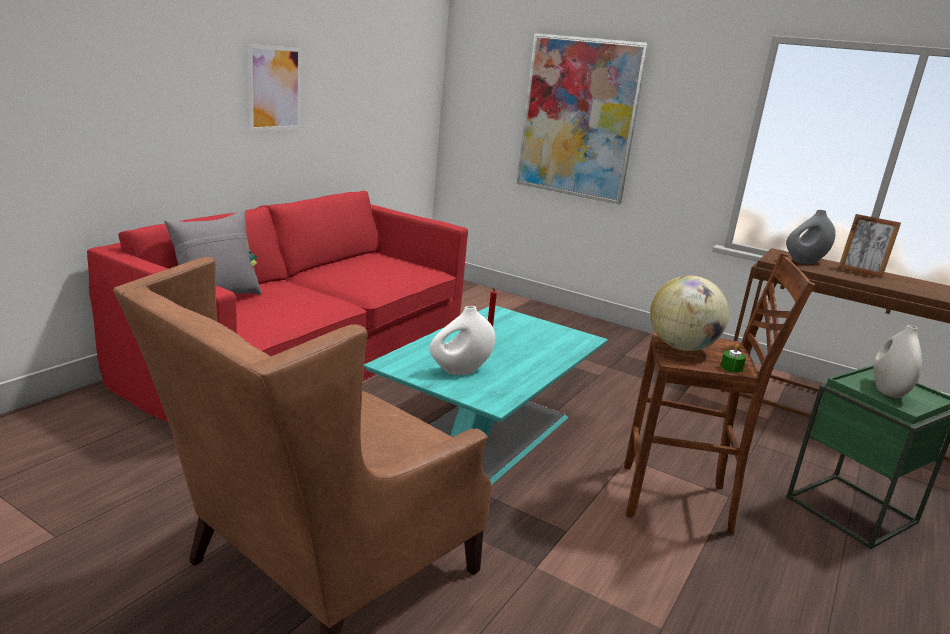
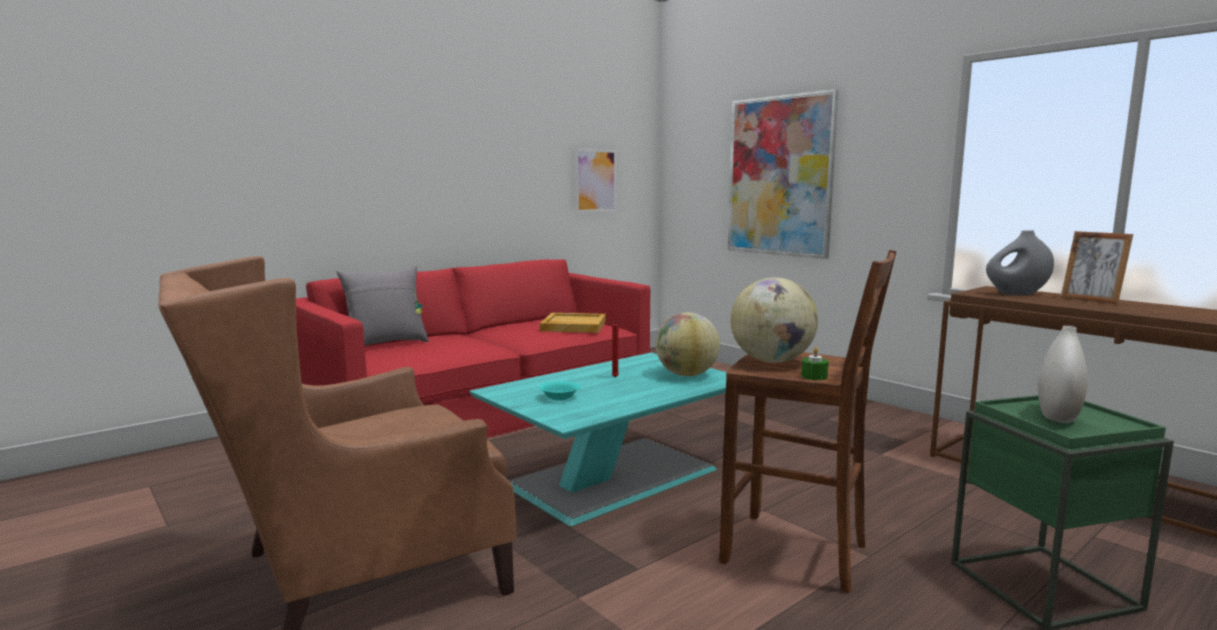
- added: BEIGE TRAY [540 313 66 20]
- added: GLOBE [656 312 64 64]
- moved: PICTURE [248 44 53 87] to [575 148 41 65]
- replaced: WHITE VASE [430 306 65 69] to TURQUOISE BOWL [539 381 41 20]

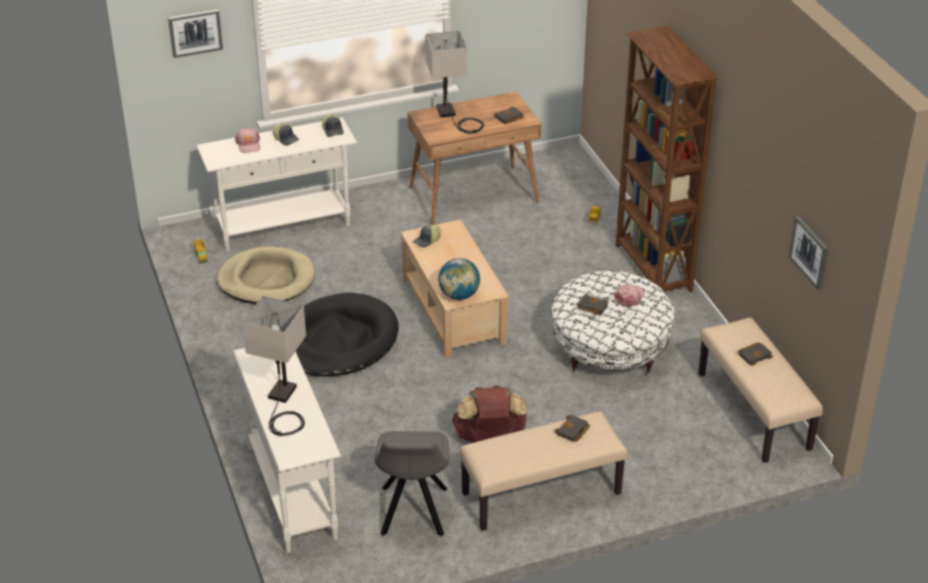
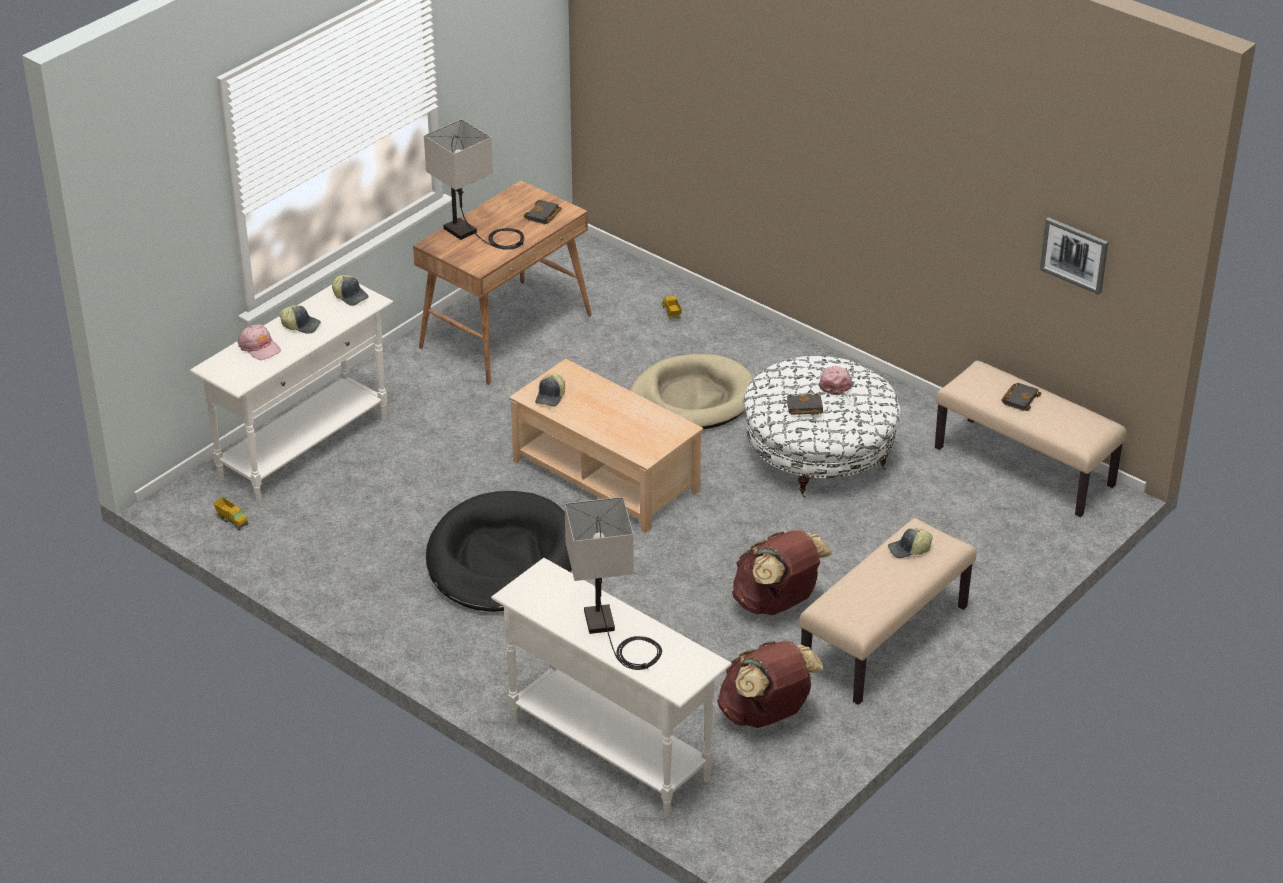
- removed: PICTURE [168 9 55 49]
- removed: GLOBE [438 258 42 42]
- removed: BROWN BOOKCASE [615 25 104 267]
- moved: BEIGE DOG BED [217 246 98 58] to [630 354 123 76]
- replaced: GREY CHAIR [374 431 76 106] to BROWN BACKPACK [717 641 106 87]
- replaced: BLACK BOOK [555 415 35 27] to CAP [888 528 45 30]

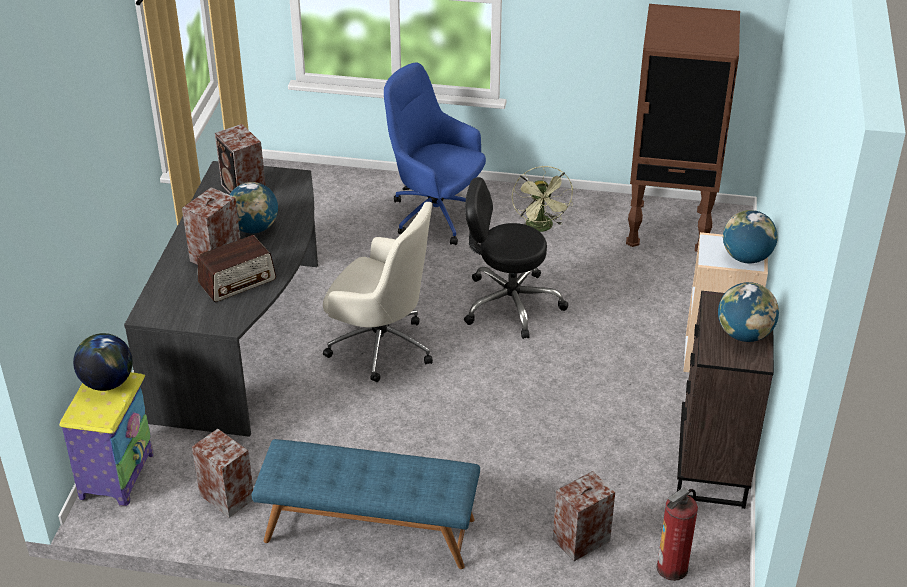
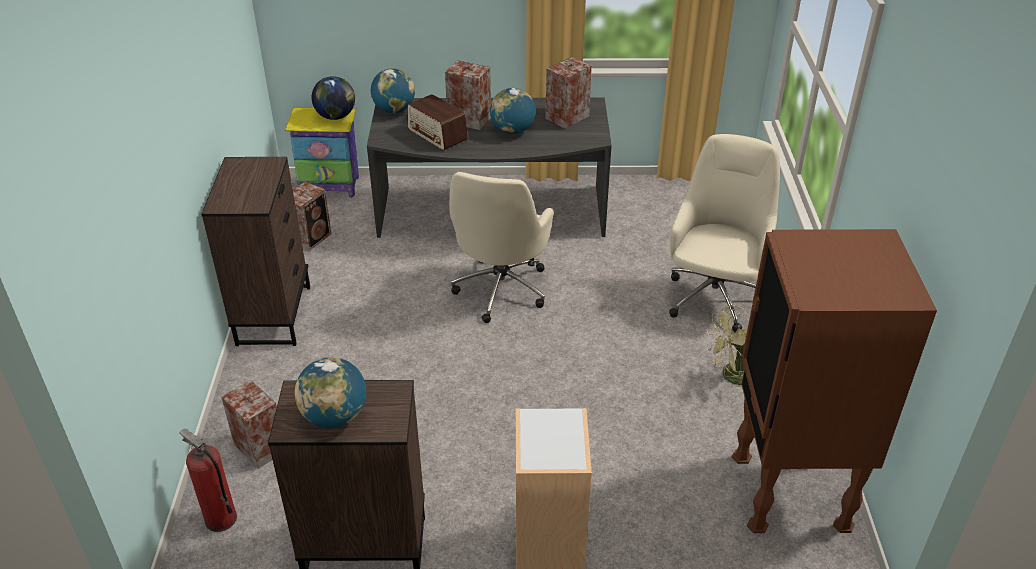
- removed: BLACK OFFICE CHAIR [464 177 104 162]
- moved: GLOBE [723 210 55 54] to [371 68 44 45]
- replaced: BLUE BENCH [252 439 228 130] to BROWN DRESSER [201 157 109 189]
- recoloured: BLUE OFFICE CHAIR [384 63 102 182] to BEIGE OFFICE CHAIR [669 134 111 198]

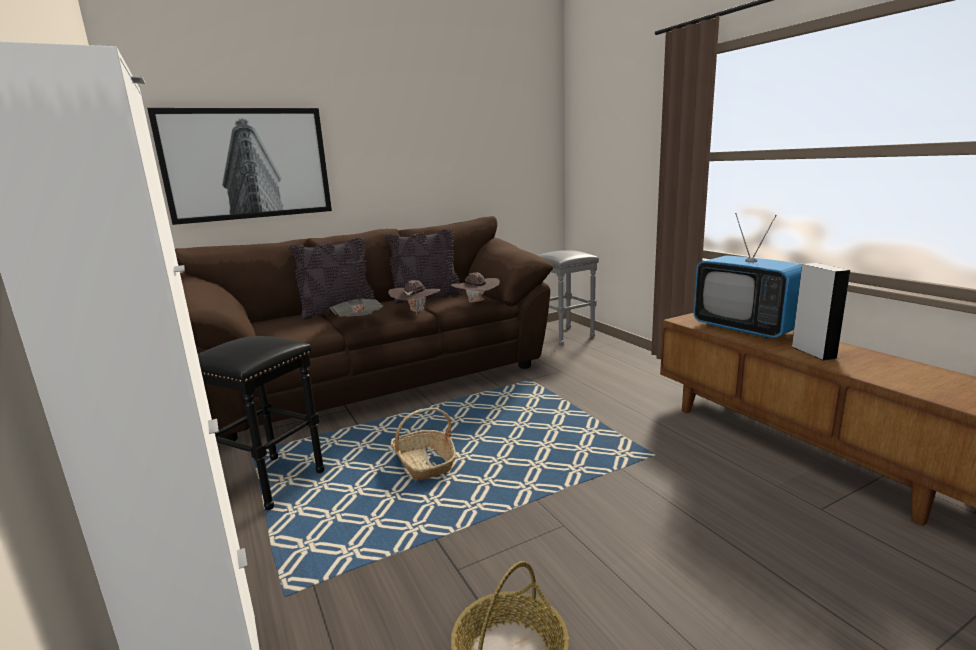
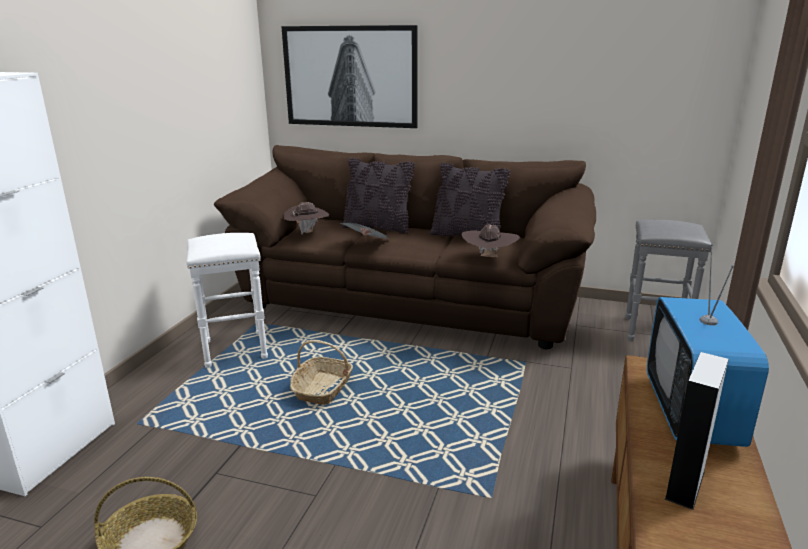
- moved: BROWN HAT [388 280 52 34] to [283 202 46 32]
- recoloured: BLACK STOOL [198 336 126 174] to WHITE STOOL [186 233 82 135]

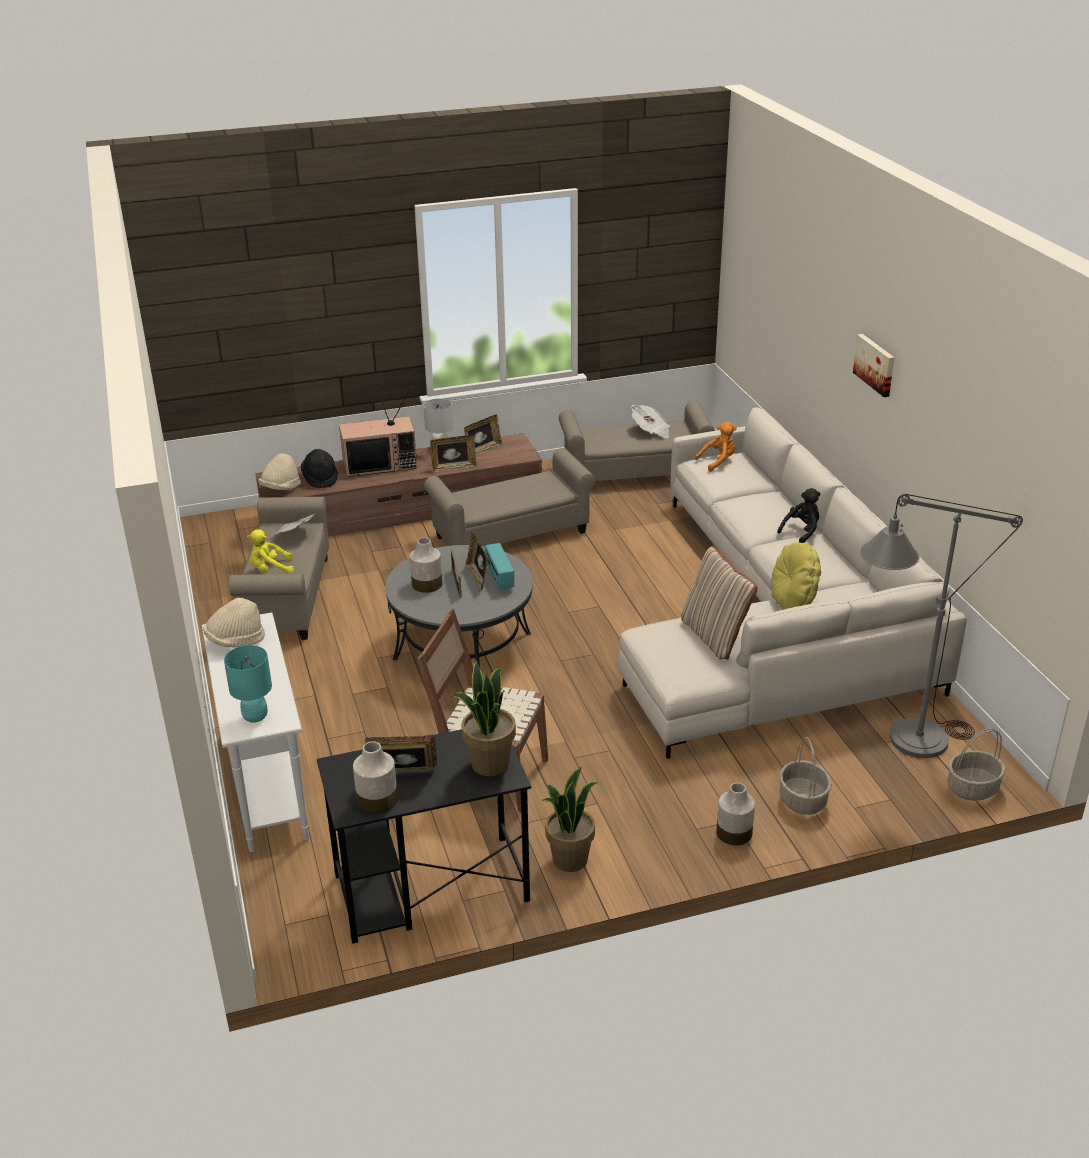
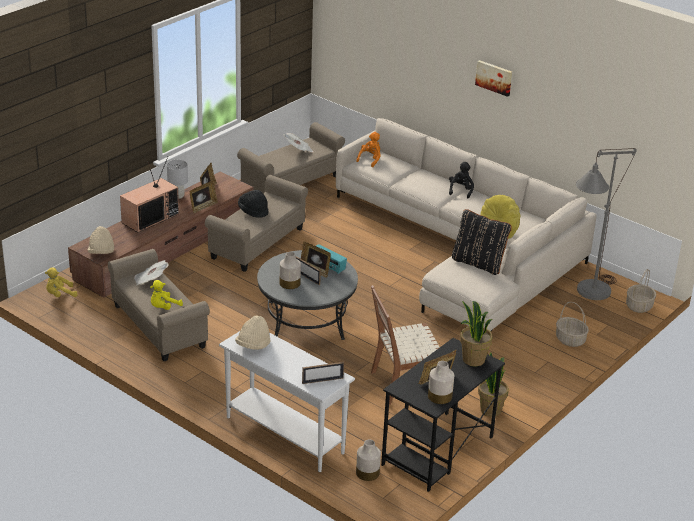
- added: YELLOW PLUSH TOY [45 267 33 30]
- moved: BLACK HAT [301 449 37 39] to [238 190 30 28]
- moved: BEIGE VASE [716 783 39 62] to [356 439 25 42]
- replaced: TURQUOISE TABLE LAMP [224 645 48 78] to PICTURE FRAME [302 362 42 22]
- recoloured: BEIGE PILLOW [681 546 76 114] to BLACK PILLOW [452 209 60 66]

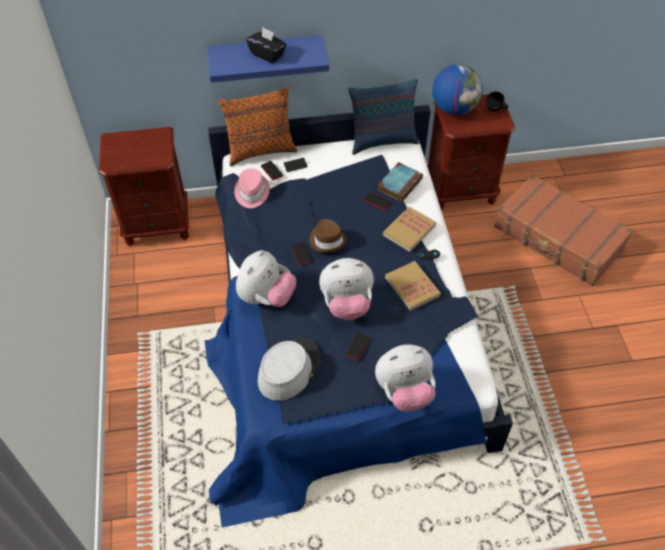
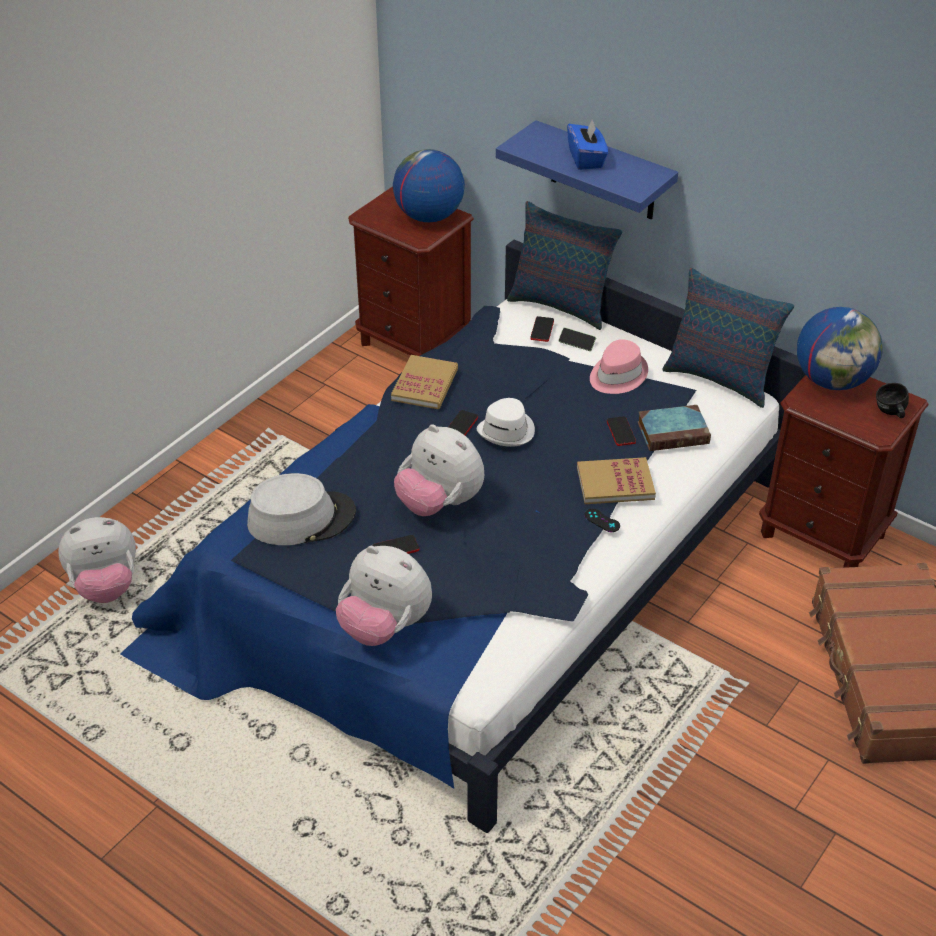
- added: GLOBE [393 149 72 73]
- moved: PINK HAT [234 169 36 39] to [590 339 58 55]
- moved: PLUSH TOY [236 250 60 57] to [58 517 78 86]
- moved: BOOK [385 261 56 50] to [391 355 67 54]
- recoloured: ORANGE PILLOW [218 87 79 79] to BLUE PILLOW [507 201 115 129]
- recoloured: BLACK TISSUE BOX [246 27 40 36] to BLUE TISSUE BOX [567 118 41 52]
- recoloured: BROWN HAT [309 219 38 34] to WHITE HAT [477 398 58 49]

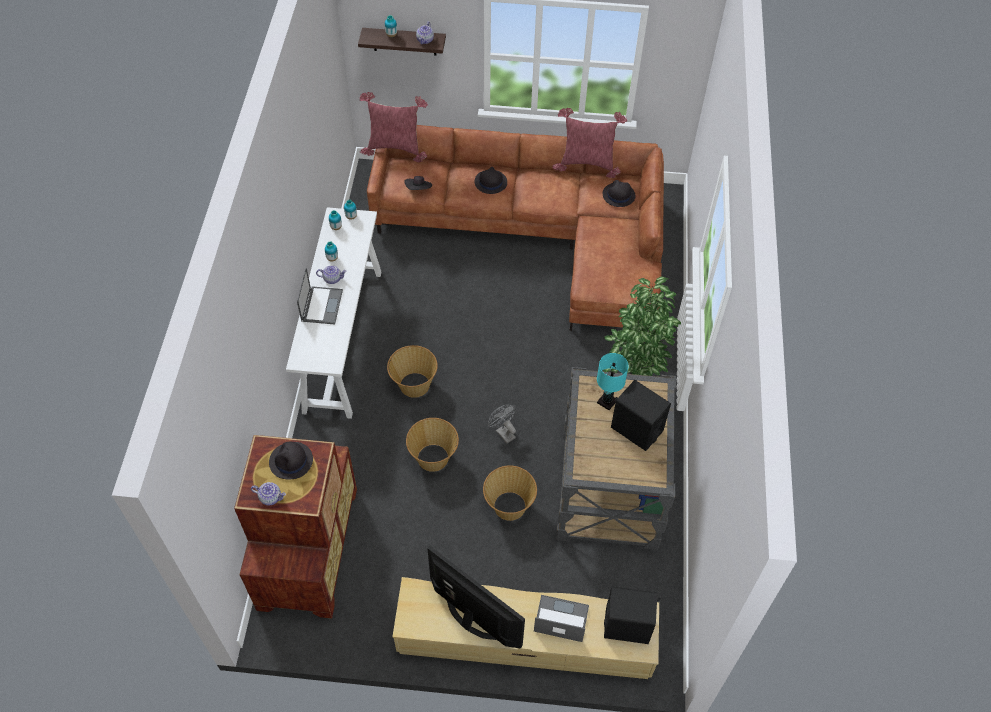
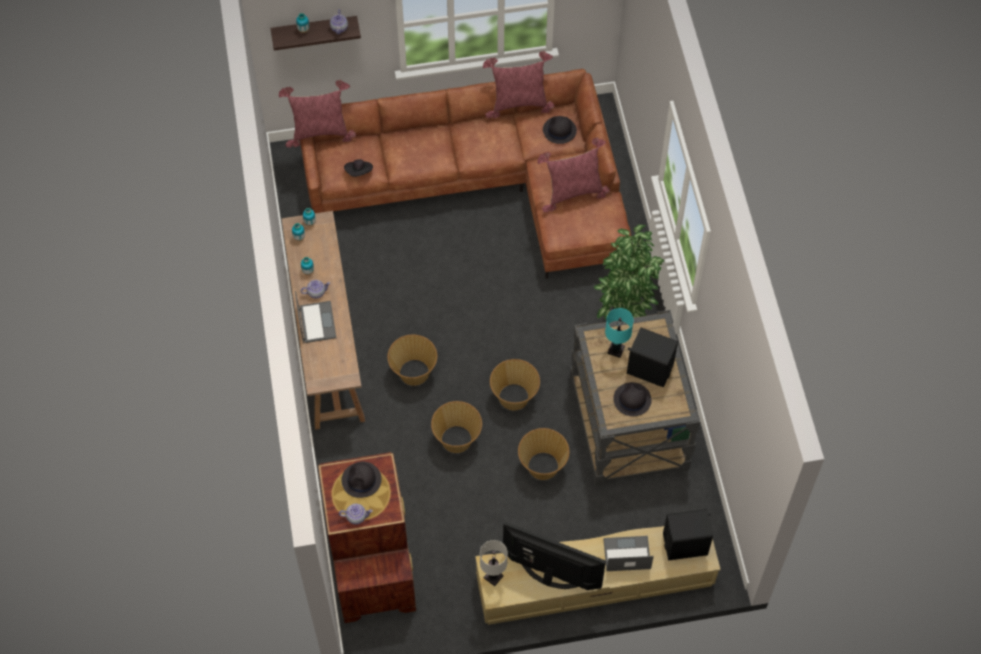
- added: WHITE TABLE LAMP [480 540 28 46]
- added: RED PILLOW [537 138 73 75]
- moved: BLACK HAT [475 167 32 27] to [614 382 37 34]
- replaced: GREY FAN [488 405 28 38] to BASKET [490 359 50 51]
- recoloured: WHITE CONSOLE TABLE [286 207 96 212] to BROWN CONSOLE TABLE [282 211 83 219]

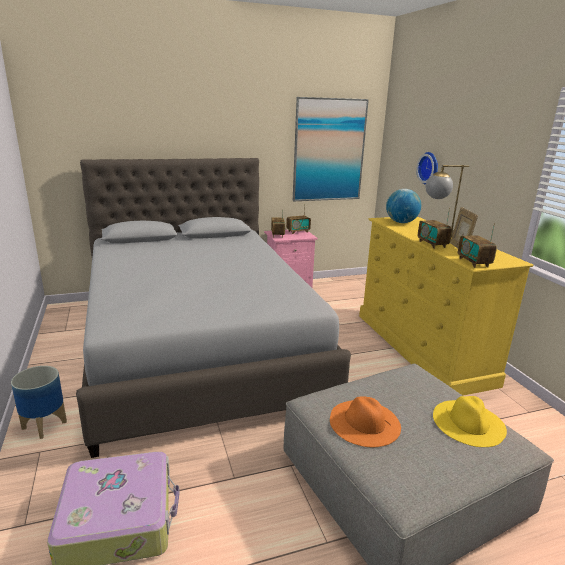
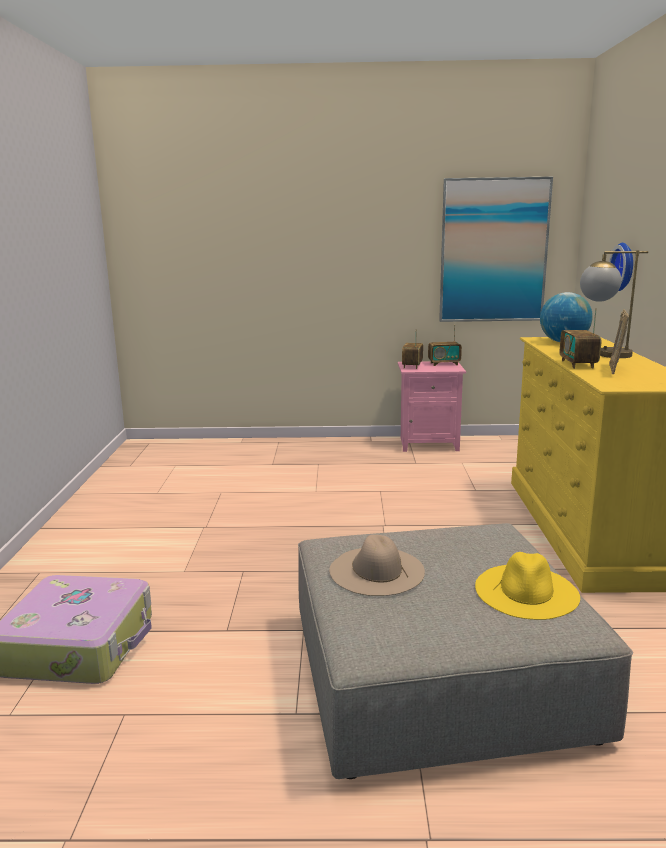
- removed: PLANTER [11 366 56 73]
- removed: GREY BED [76 158 275 300]
- removed: RADIO [458 223 39 45]
- recoloured: ORANGE HAT [330 396 71 51] to BEIGE HAT [329 535 96 61]

